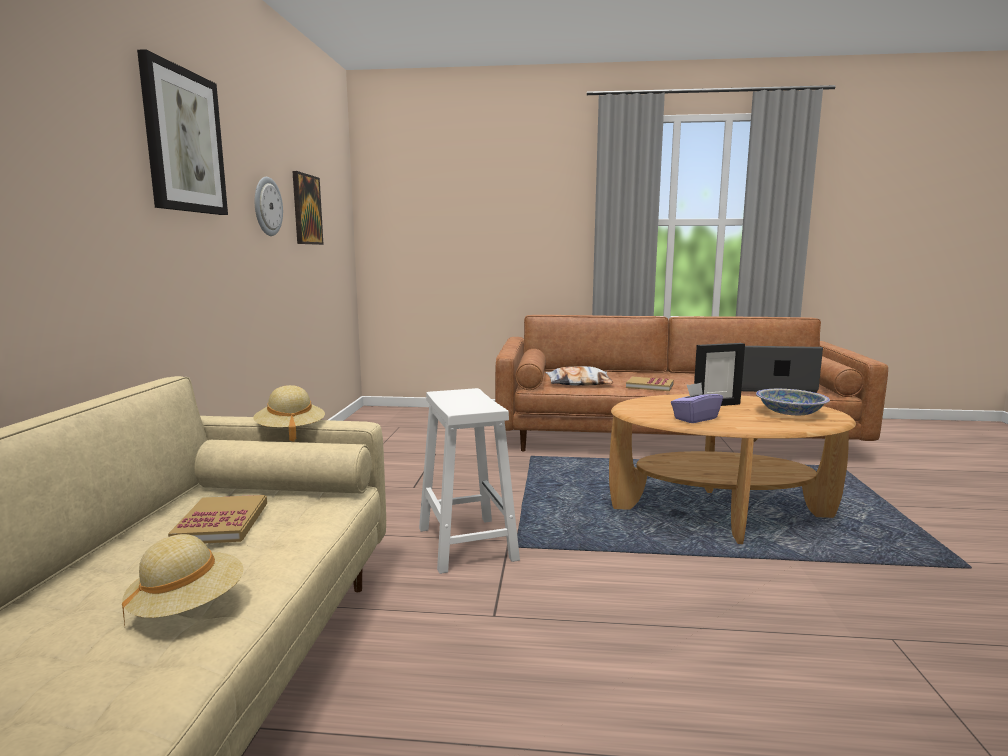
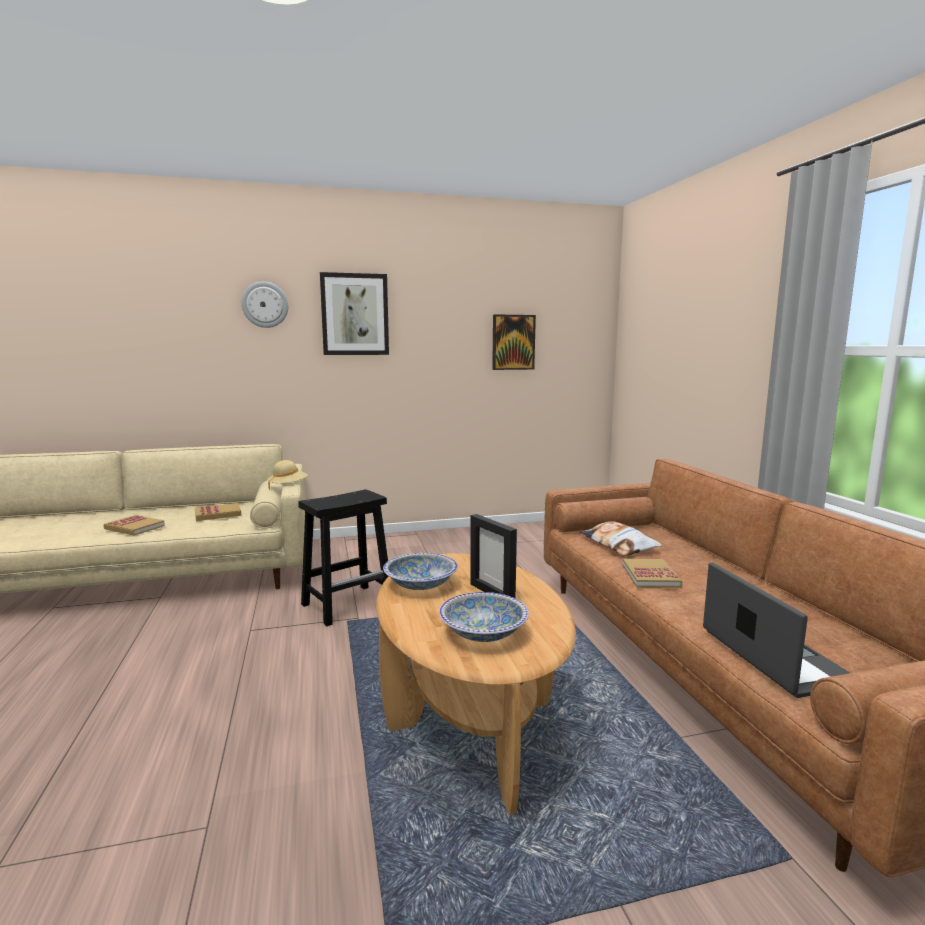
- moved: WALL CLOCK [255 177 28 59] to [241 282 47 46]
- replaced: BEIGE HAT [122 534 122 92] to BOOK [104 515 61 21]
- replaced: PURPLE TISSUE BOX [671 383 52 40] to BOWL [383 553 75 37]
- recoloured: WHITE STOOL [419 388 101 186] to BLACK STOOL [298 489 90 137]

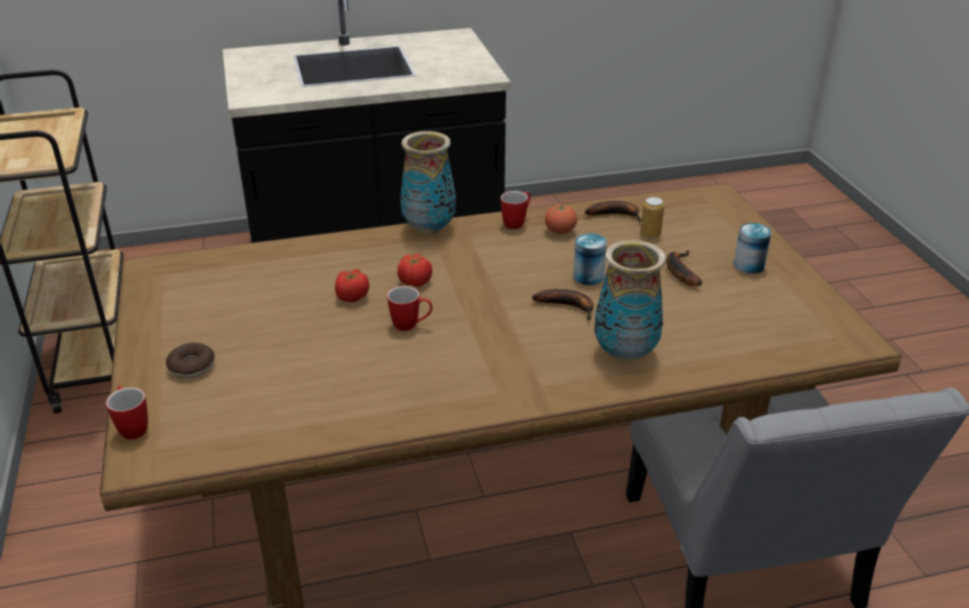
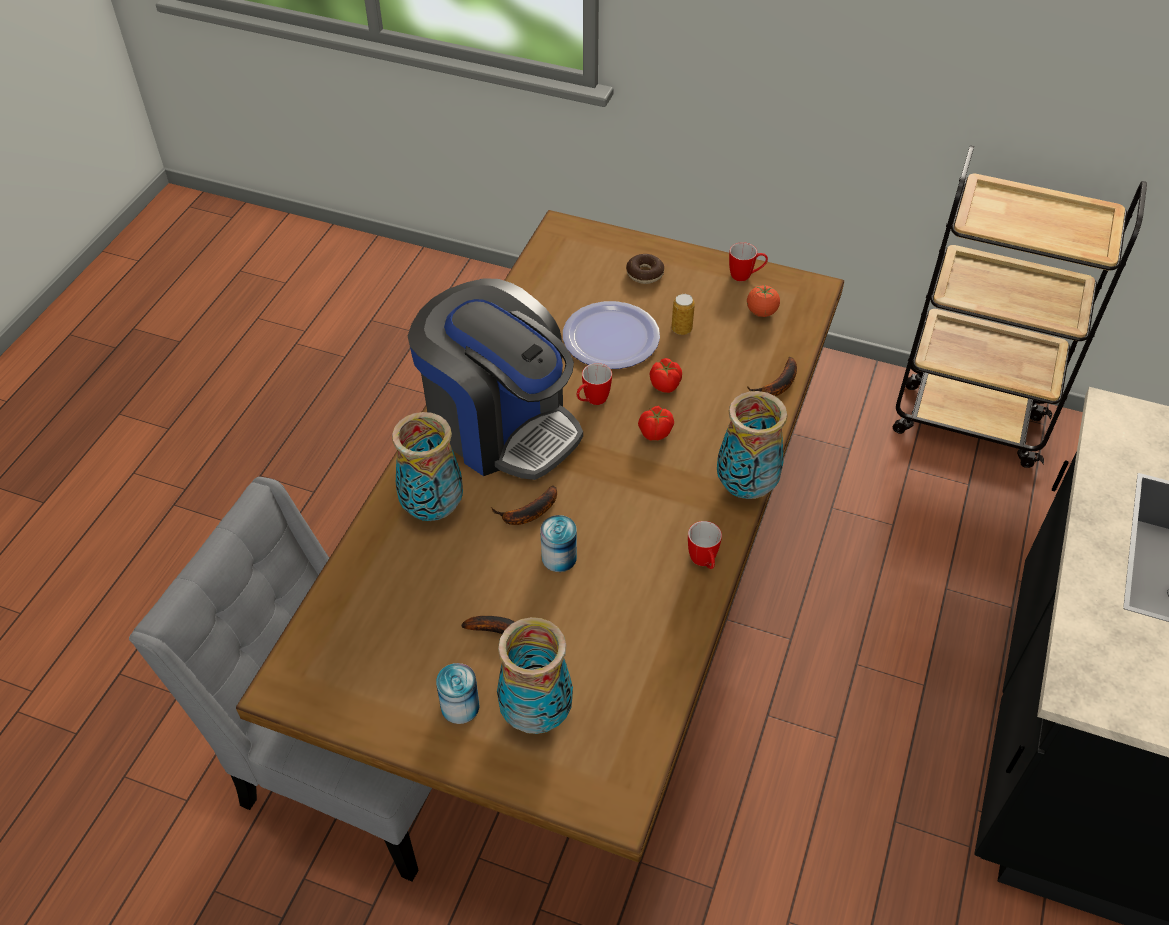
- added: COFFEE MACHINE [408 278 175 202]
- added: VASE [497 617 76 117]
- added: PLATE [563 301 97 68]
- moved: MUG [106 386 42 54] to [729 242 39 39]
- moved: TOMATO [545 204 32 30] to [747 285 33 32]
- moved: BANANA [585 201 57 21] to [747 357 50 39]
- moved: CAN [641 197 23 42] to [671 294 24 41]

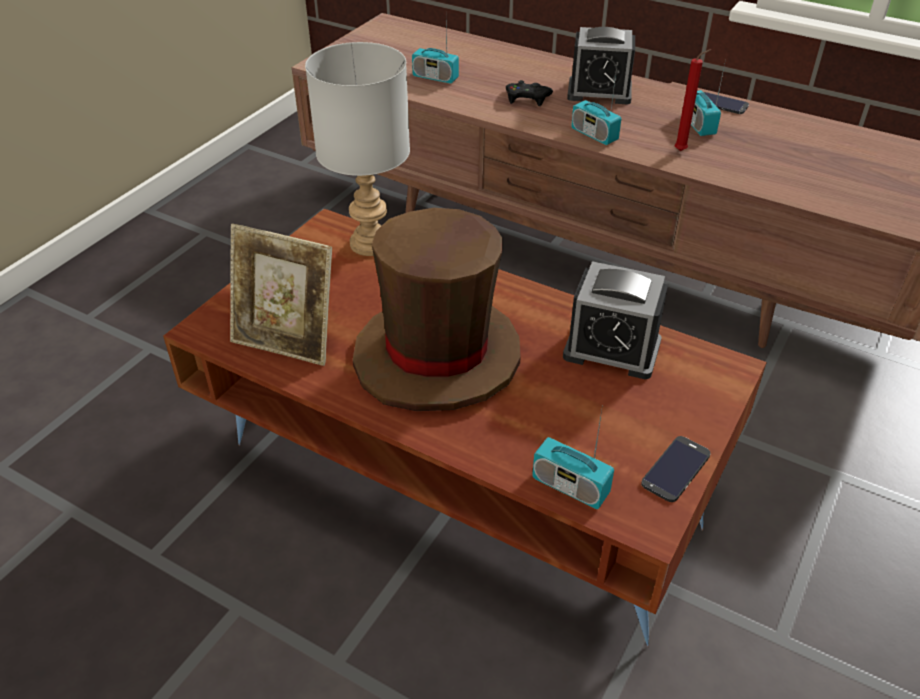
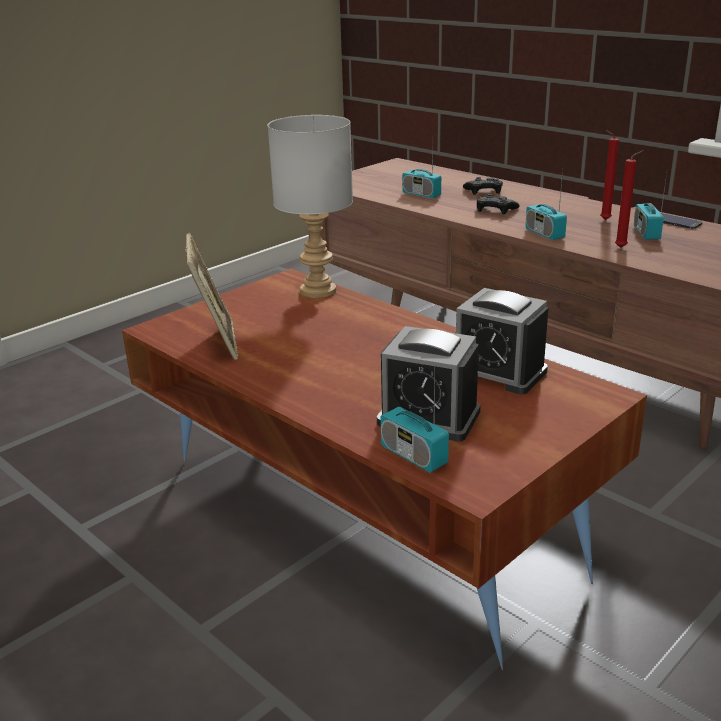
- removed: BROWN HAT [353 208 168 203]
- removed: PHONE [641 436 70 66]
- added: BLACK GAME CONTROLLER [463 177 40 18]
- added: RED CANDLE [600 130 19 90]
- moved: ALARM CLOCK [567 27 68 77] to [377 326 103 116]
- turned: PICTURE FRAME [230 223 102 143] = [186 233 52 127] 135 degrees counterclockwise

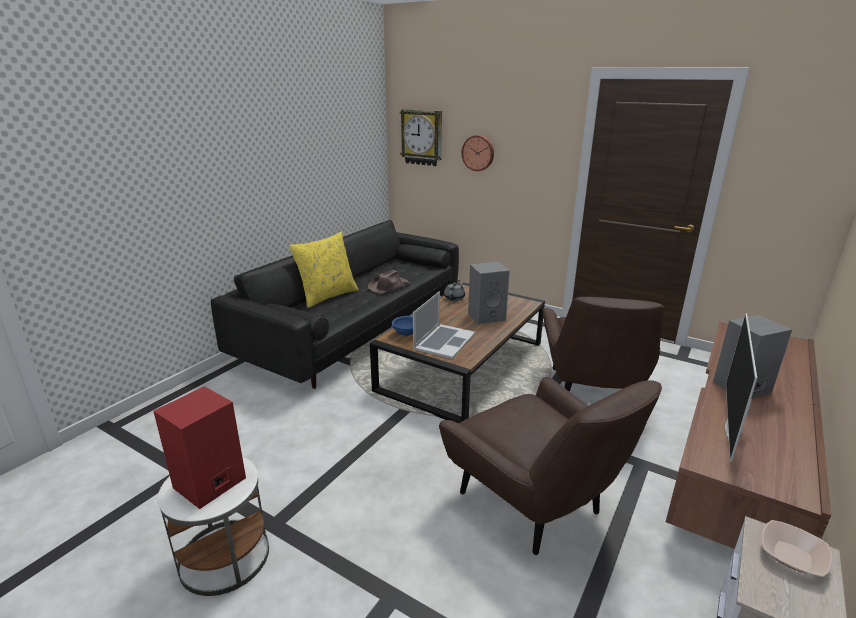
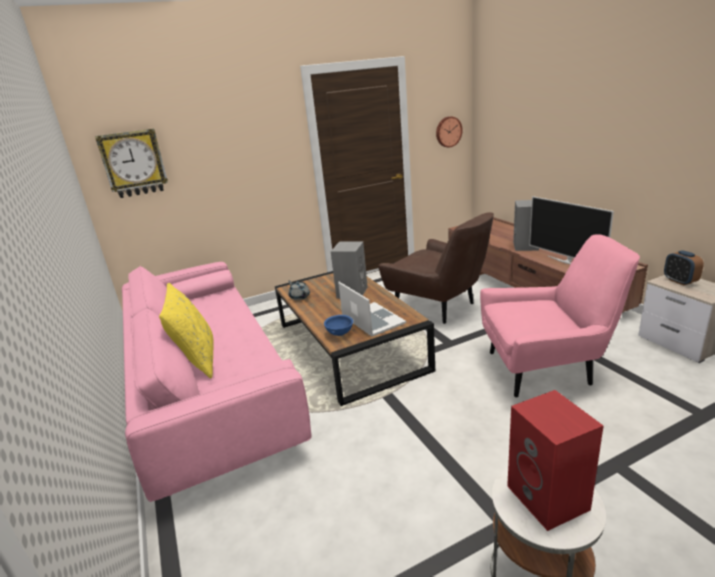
- removed: BROWN HAT [368 270 42 23]
- moved: WALL CLOCK [461 135 33 36] to [436 116 27 31]
- replaced: BOWL [761 520 71 57] to ALARM CLOCK [664 250 40 36]
- recoloured: BLACK SOFA [211 220 248 169] to PINK SOFA [122 262 189 240]
- recoloured: BROWN ARMCHAIR [439 377 223 178] to PINK ARMCHAIR [480 234 160 164]

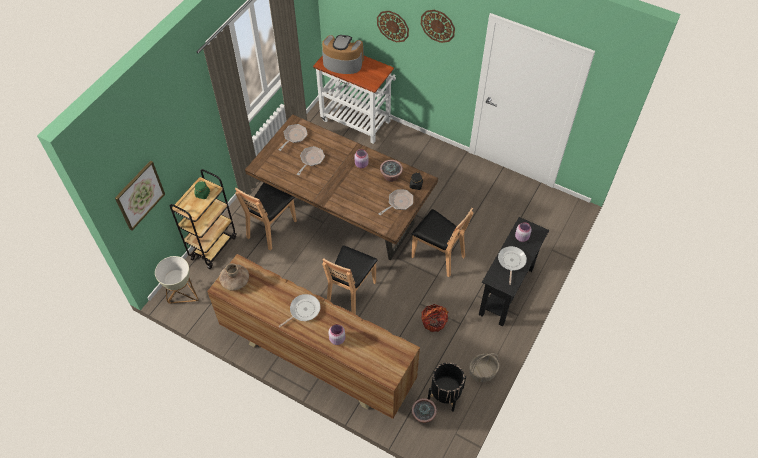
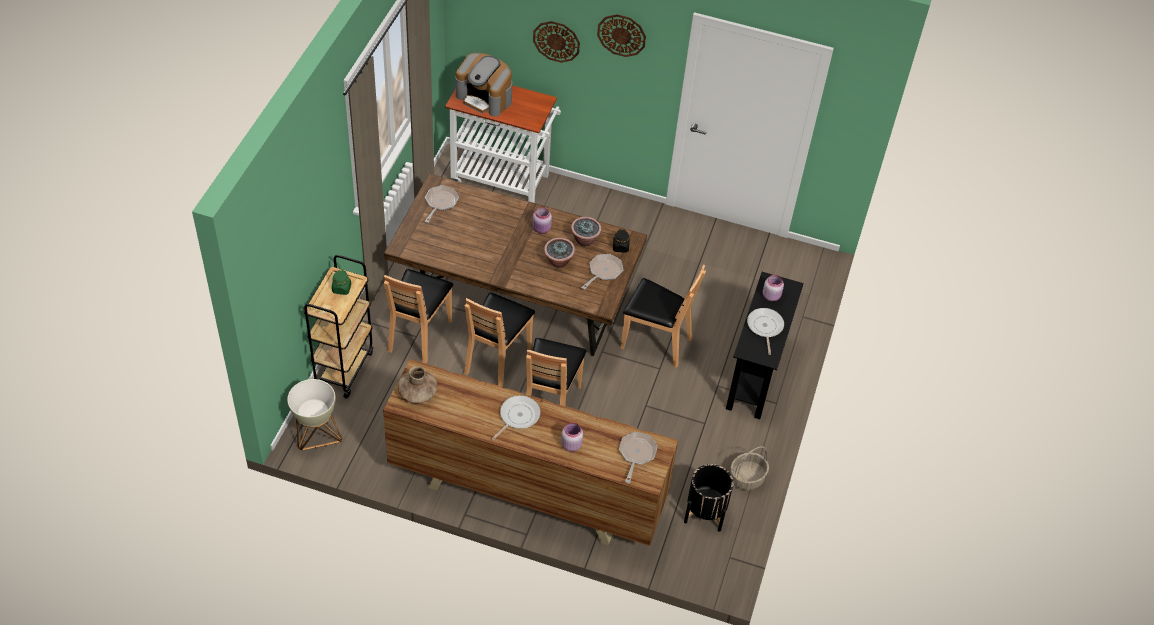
- removed: PICTURE [115 161 50 70]
- removed: BASKET [421 304 27 28]
- added: BROWN CHAIR [464 293 71 95]
- moved: FRYING PAN [297 146 28 29] to [619 432 39 51]
- moved: POTTED PLANT [412 398 25 25] to [544 238 31 30]
- turned: COFFEE MACHINE [322 35 42 39] = [455 53 57 64] 150 degrees counterclockwise

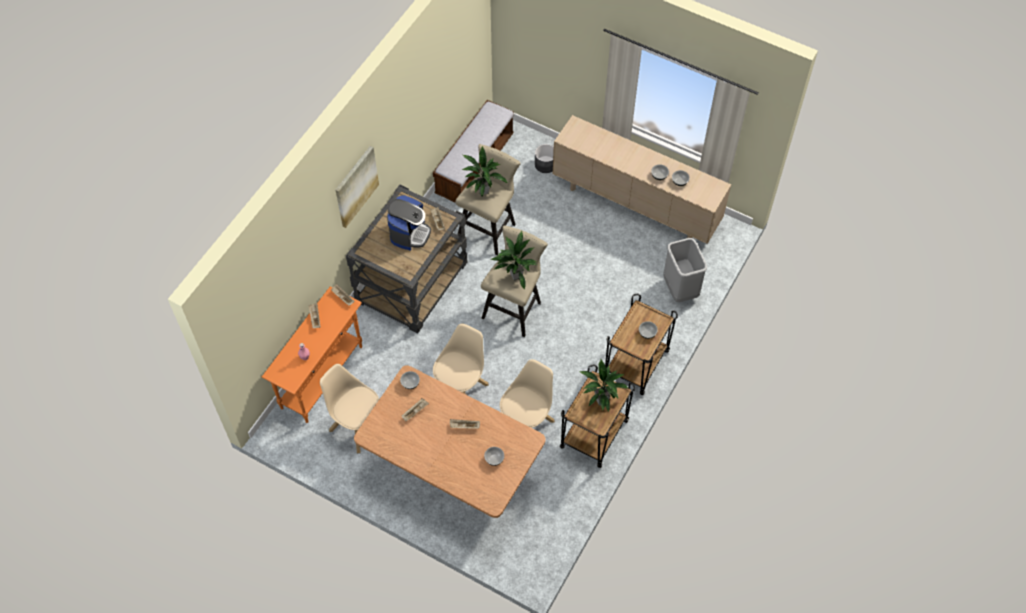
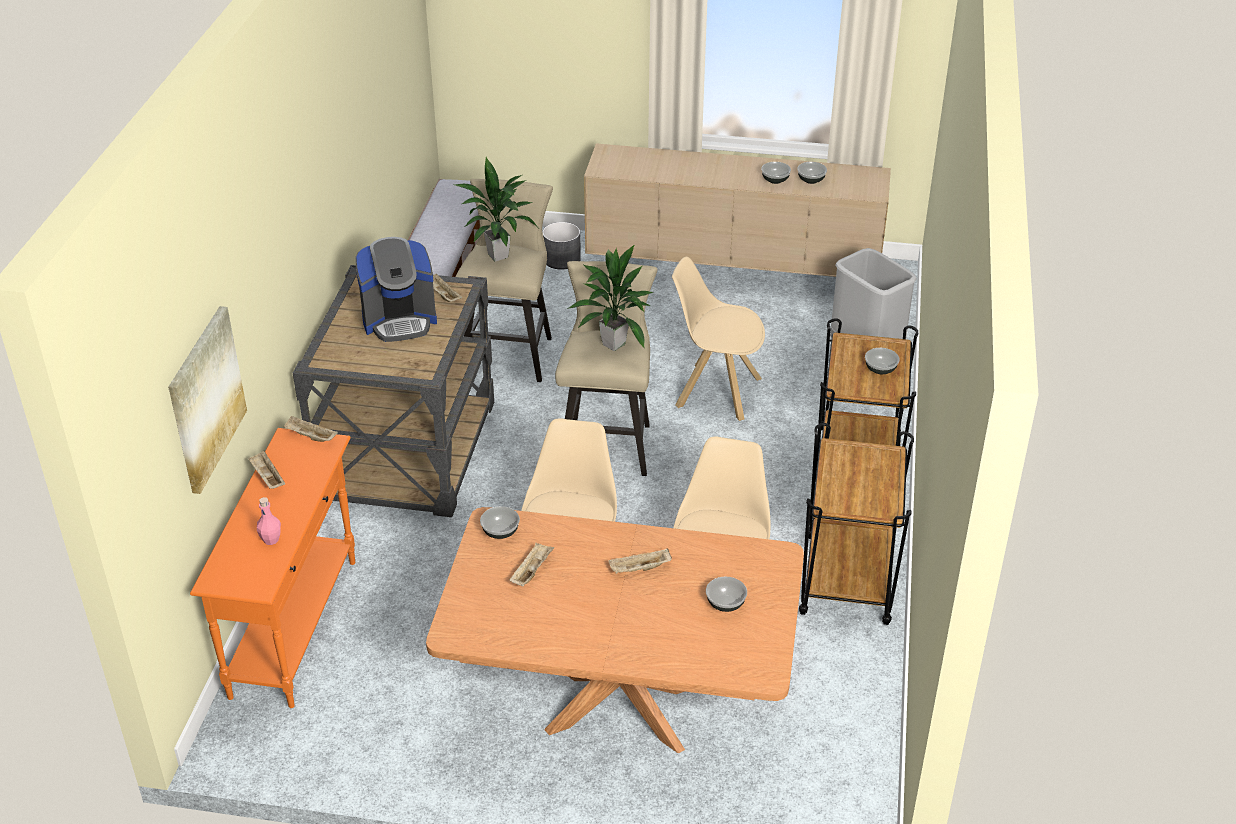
- removed: POTTED PLANT [579 359 49 53]
- moved: BEIGE CHAIR [320 364 59 89] to [672 257 93 164]
- moved: PICTURE [336 146 43 82] to [168 306 79 188]
- turned: COFFEE MACHINE [387 195 44 56] = [355 237 82 105] 75 degrees clockwise

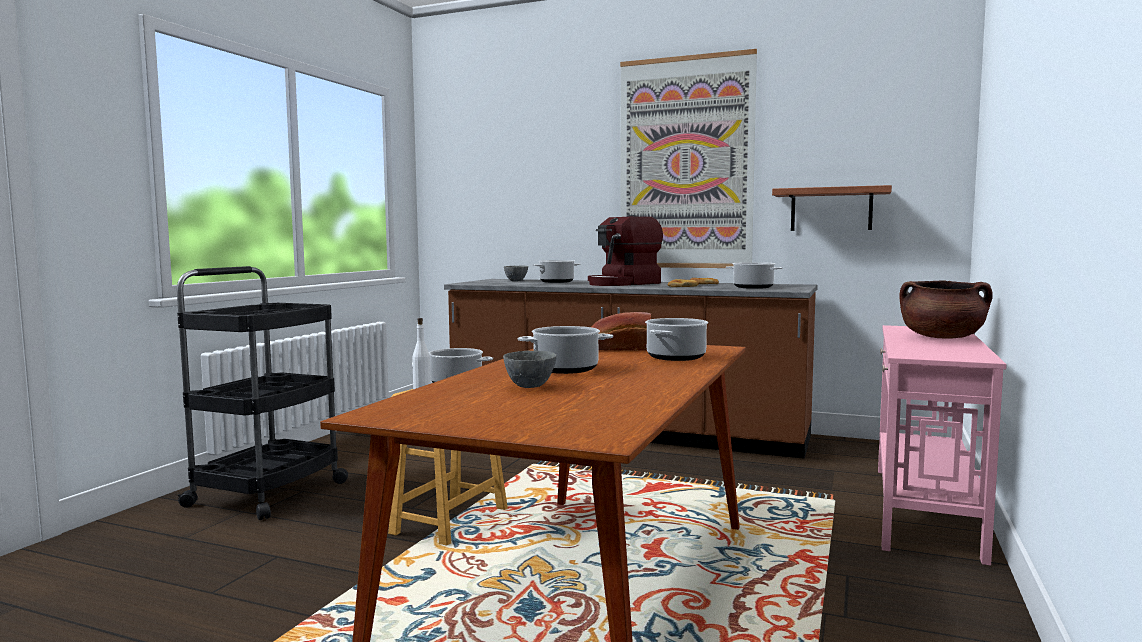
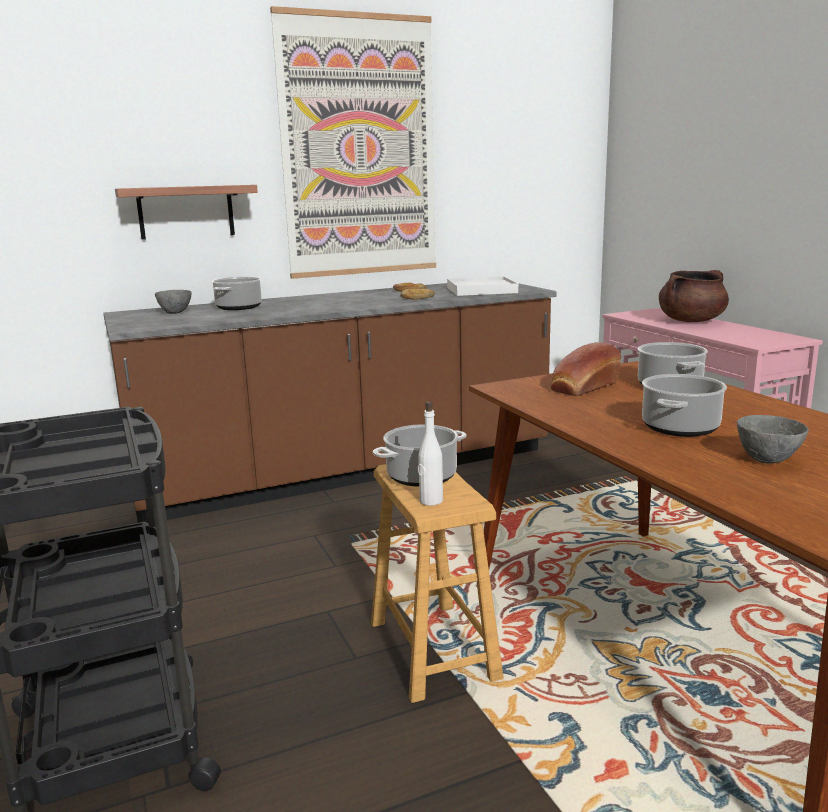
- removed: COFFEE MACHINE [588 215 75 71]
- moved: SHELF [772 185 120 46] to [115 185 143 55]
- replaced: COOKING POT [726 262 57 27] to WHITE TRAY [447 276 71 20]

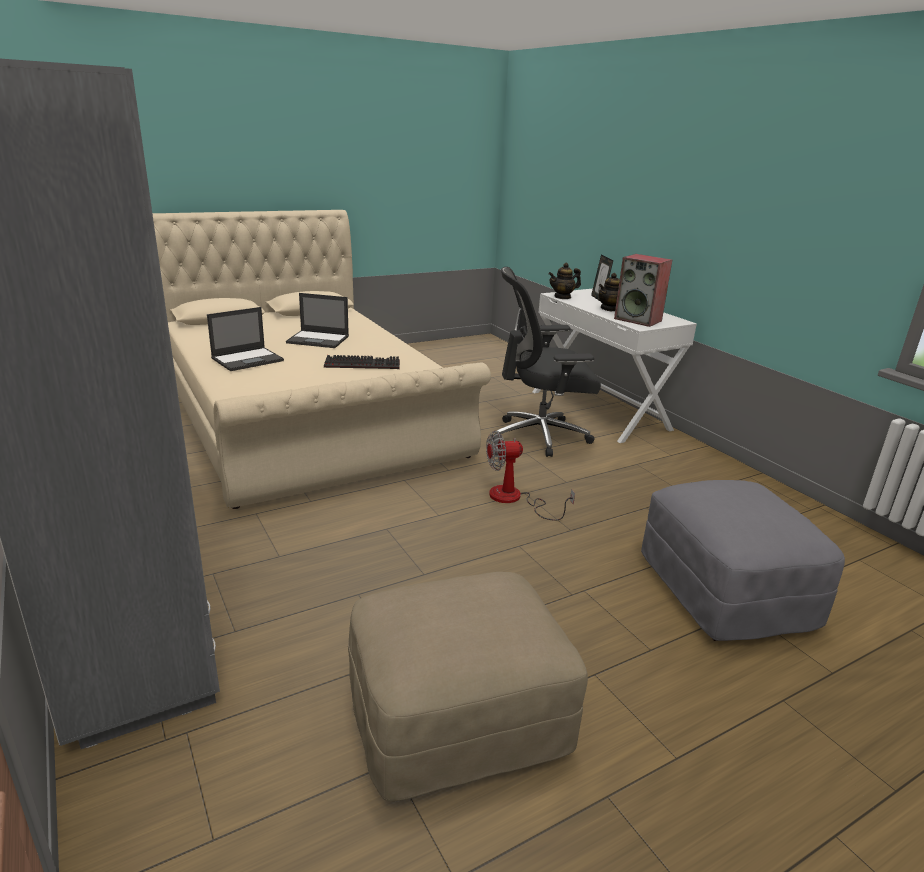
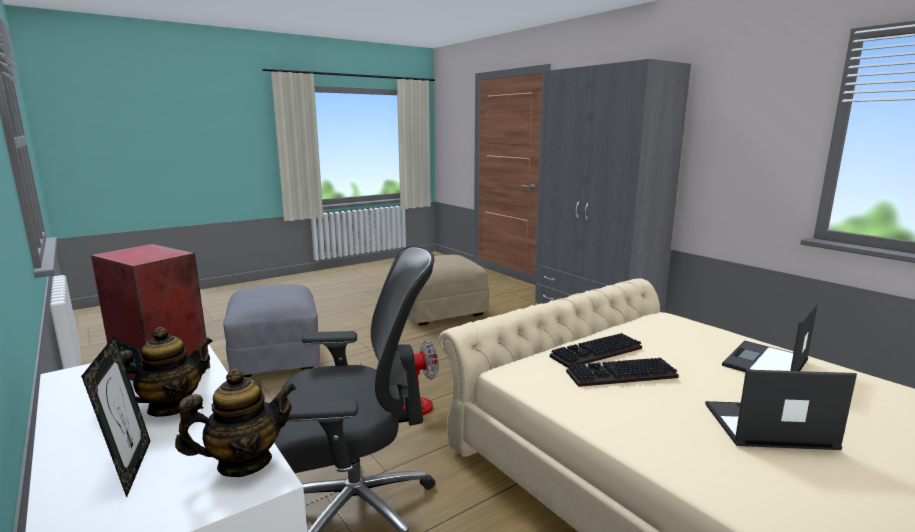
- added: KEYBOARD [550 333 92 35]

